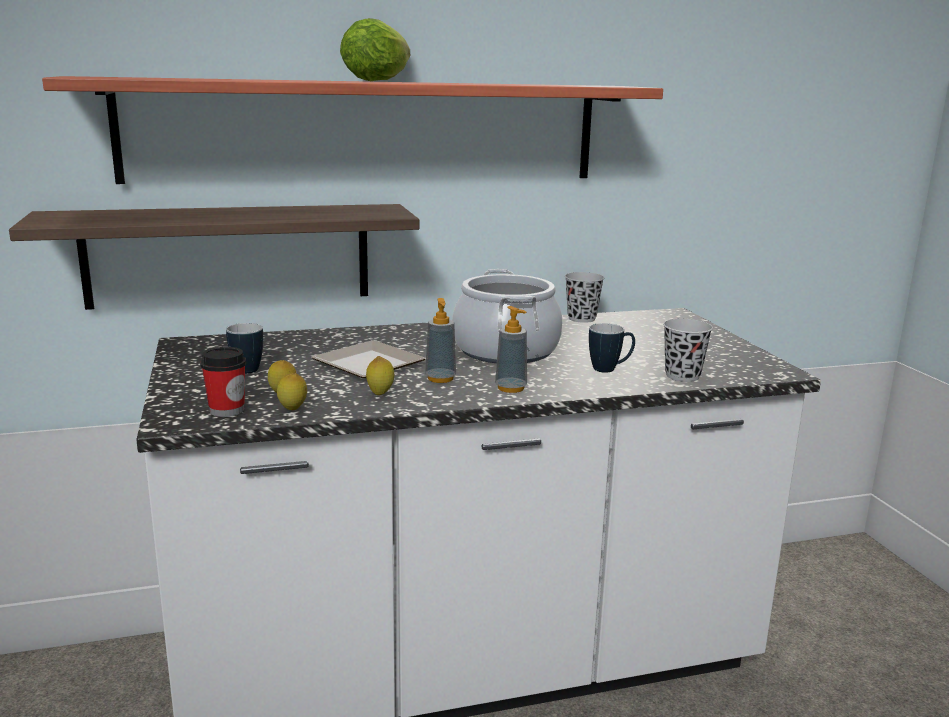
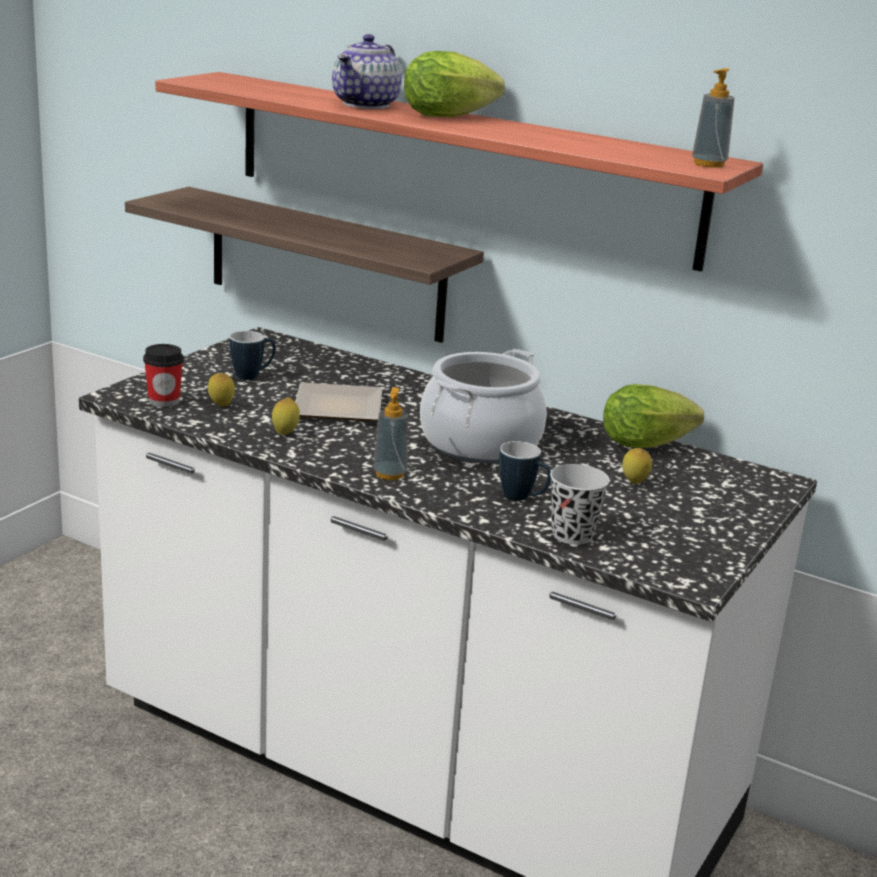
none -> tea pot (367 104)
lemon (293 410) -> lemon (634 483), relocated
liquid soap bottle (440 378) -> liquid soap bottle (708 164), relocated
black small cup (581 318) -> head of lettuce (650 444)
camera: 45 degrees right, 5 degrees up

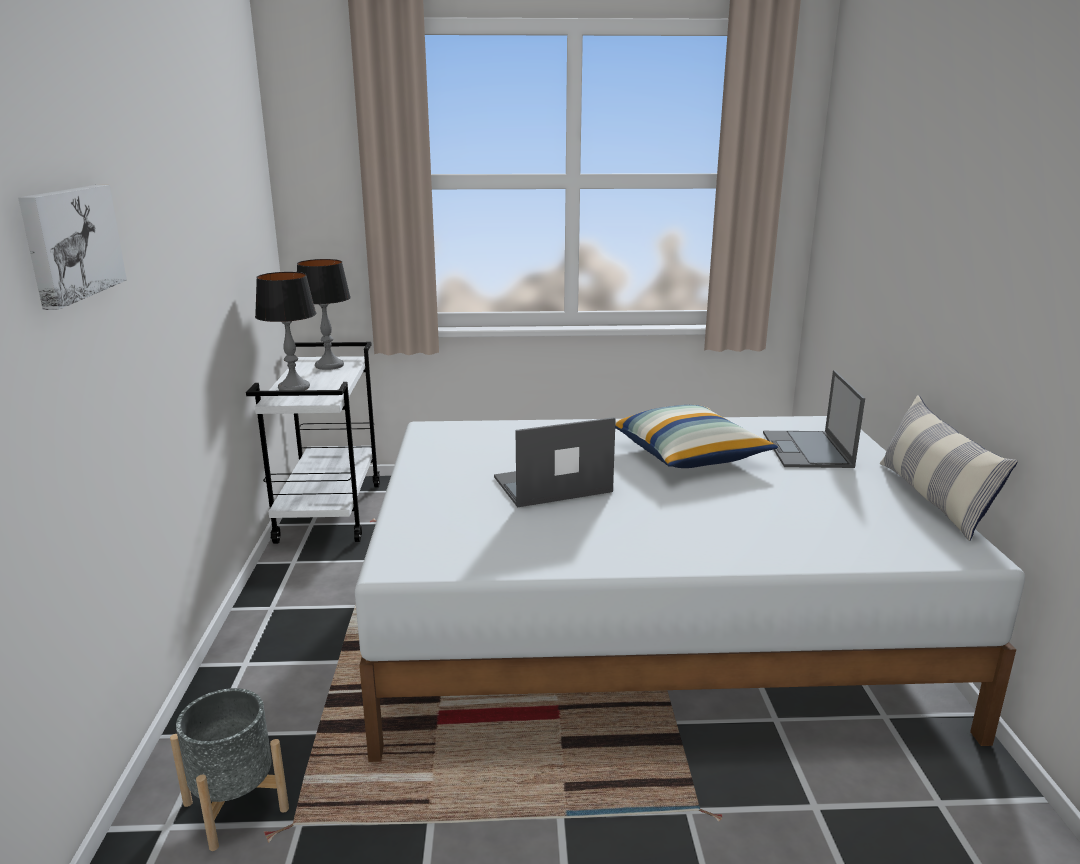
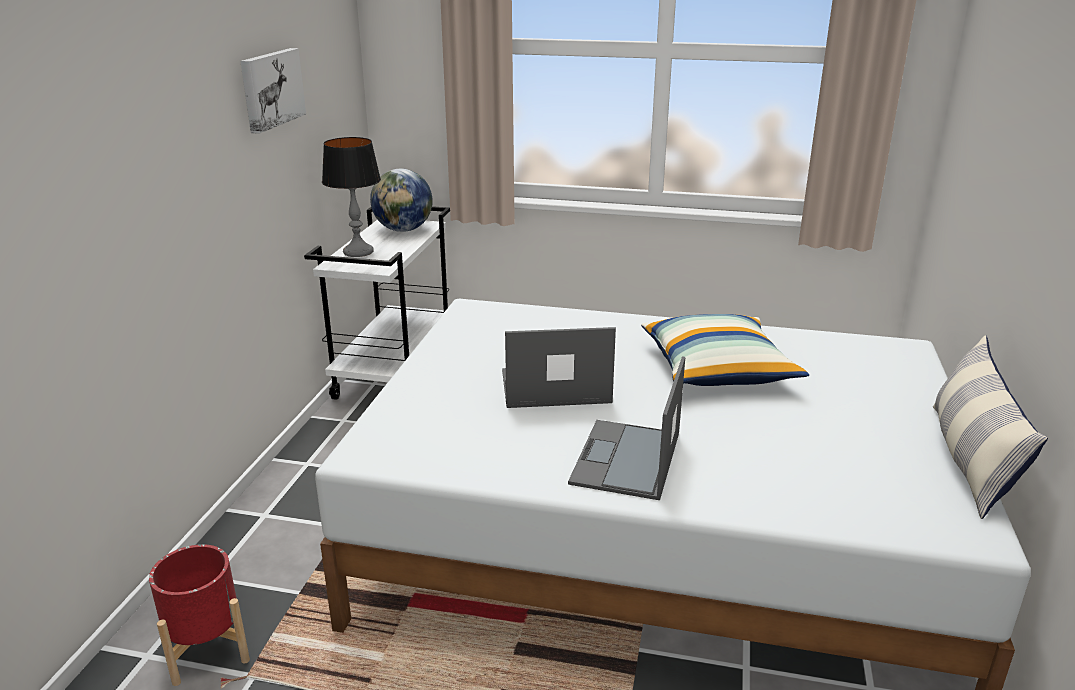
wall picture (70 243) -> wall picture (270 89), relocated
notebook computer (807 450) -> notebook computer (626 460), relocated
table lamp (329 366) -> world globe (403 230)
gray flower pot (236 806) -> red-coloured flower pot (207 649)
camera: 15 degrees right, 5 degrees up

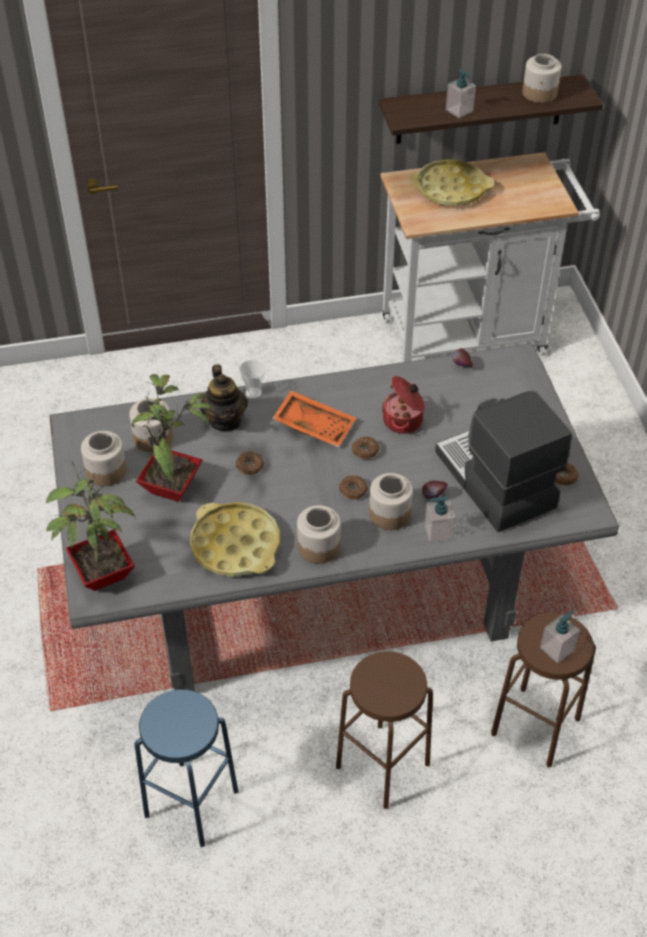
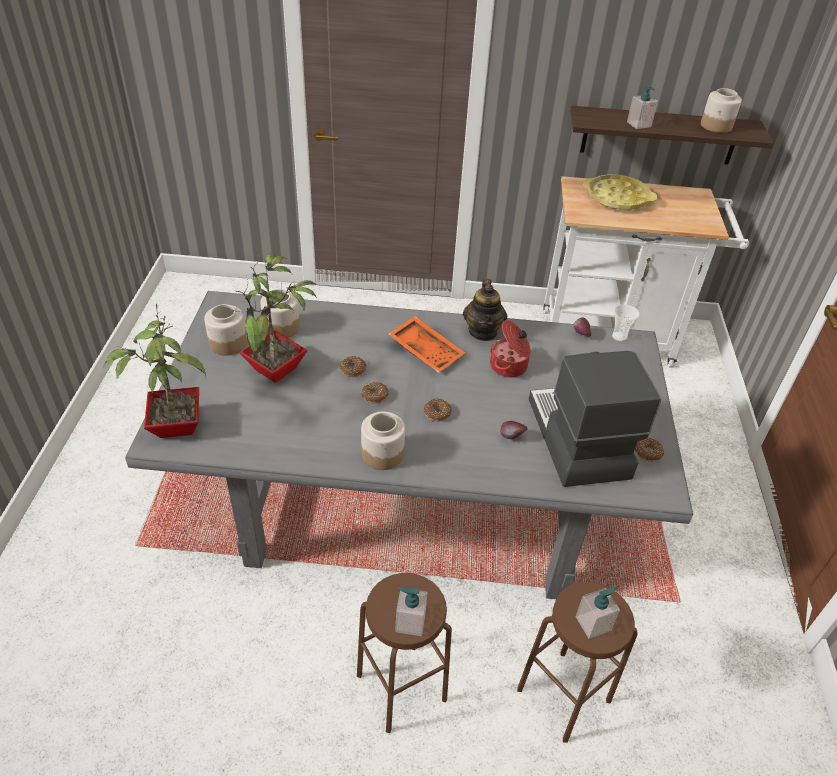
blue-coloured stool seat (191 803) -> none
yellow-coloured serving tray (235 545) -> none
storage jar (389 514) -> none
tea pot (225 420) -> tea pot (483 332), relocated
small cup (253 393) -> small cup (619 336), relocated
donut (365 451) -> donut (375 396), relocated
liquid soap bottle (438 532) -> liquid soap bottle (410 622), relocated
camera: 15 degrees right, 5 degrees down

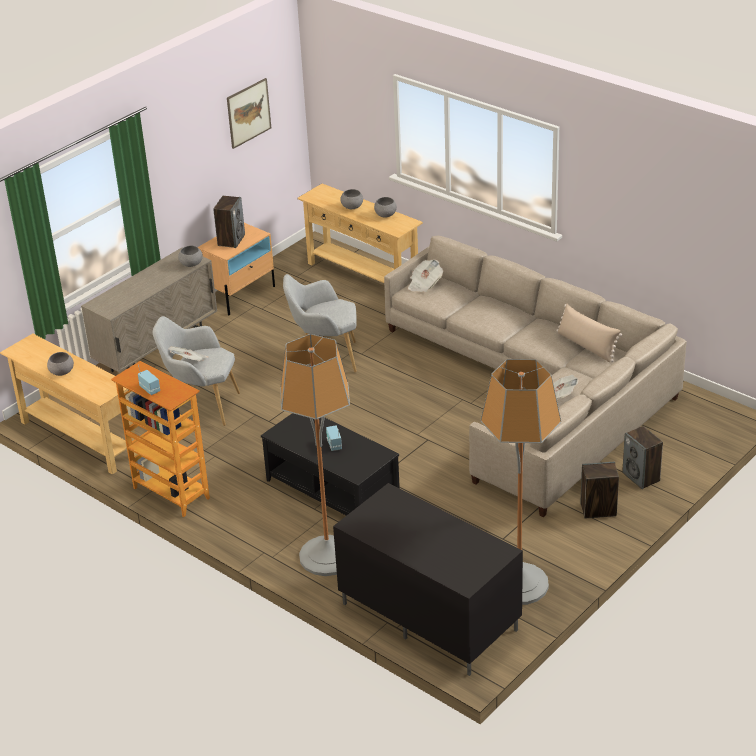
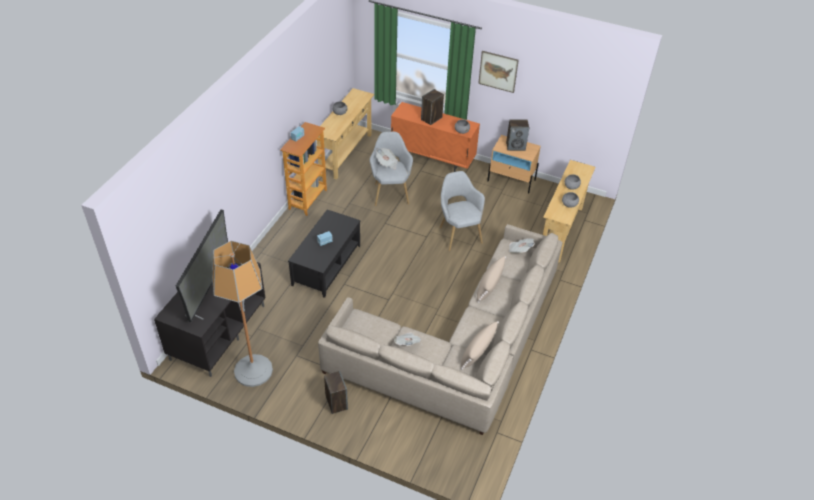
standing lamp (327 556) -> none
none -> TV set (210 287)
none -> beige throw pillow (489 286)
wall picture (248 113) -> wall picture (498 71), relocated
loudspeaker (641 477) -> loudspeaker (431 119), relocated
beige storage cabinet (158 356) -> orangey storage cabinet (432 163)
camera: 70 degrees right, 10 degrees up

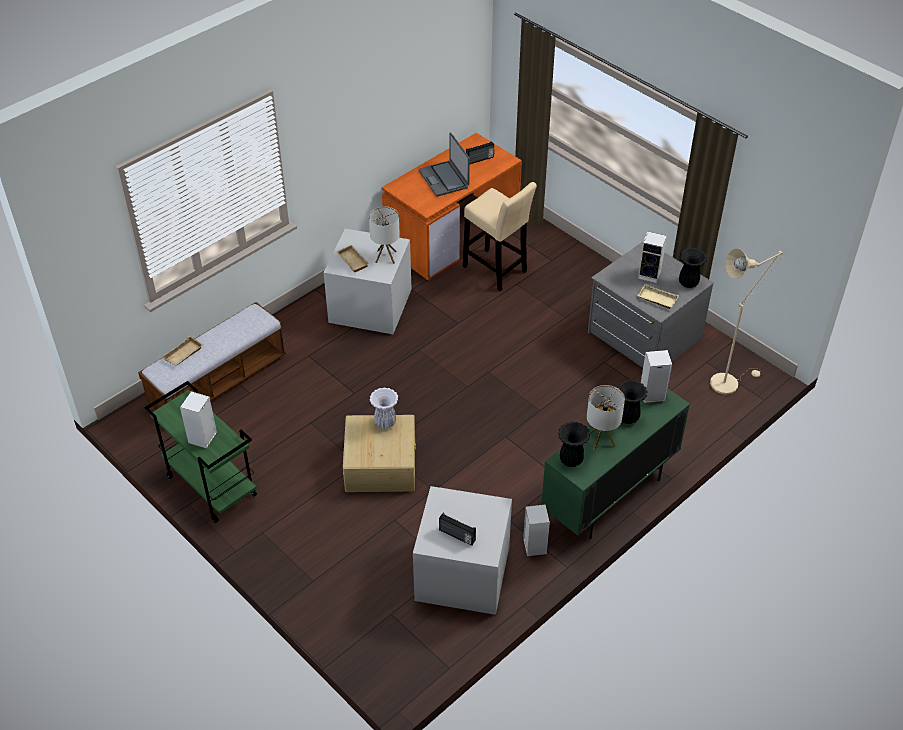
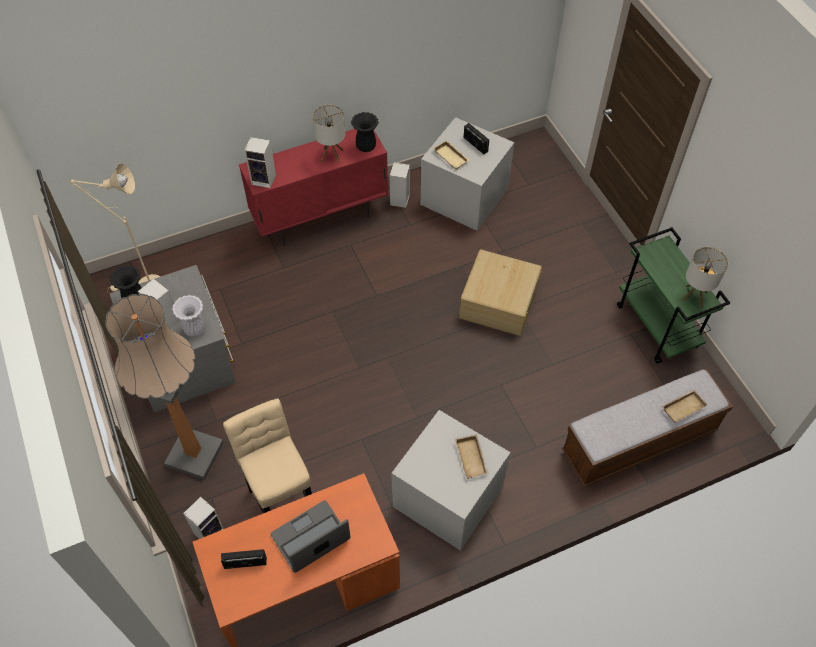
black flower vase (627 417) -> none
none -> standing lamp (195 454)
loudspeaker (202 438) -> loudspeaker (209 531), relocated
table lamp (385 257) -> table lamp (694 296), relocated
white-coloured flower vase (385 422) -> white-coloured flower vase (194 329), relocated
beige serving tray (656 299) -> beige serving tray (452 157), relocated
green-coloured storage cabinet (609 497) -> red-coloured storage cabinet (320 218)
notebook computer (444 179) -> notebook computer (311 538), 120 degrees counterclockwise
camera: 160 degrees left, 10 degrees up

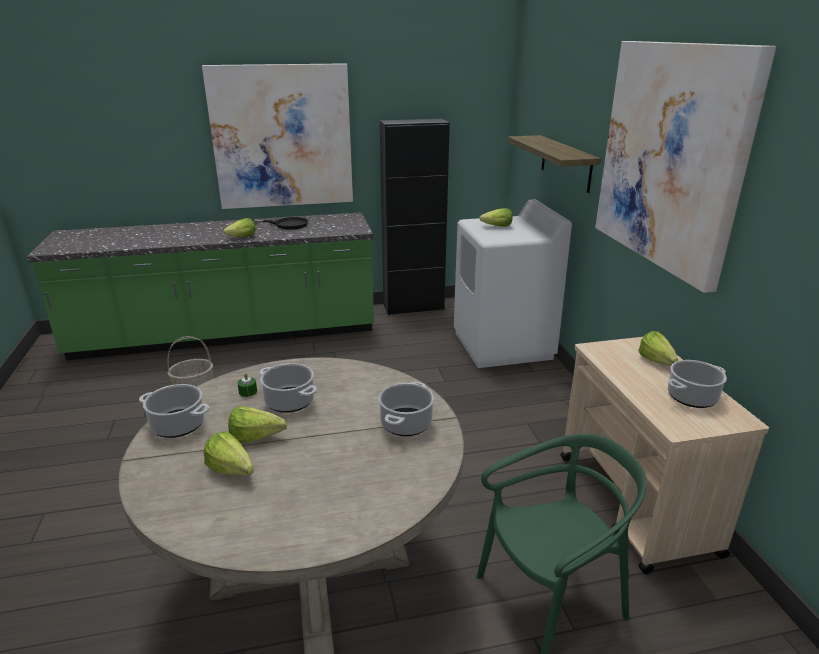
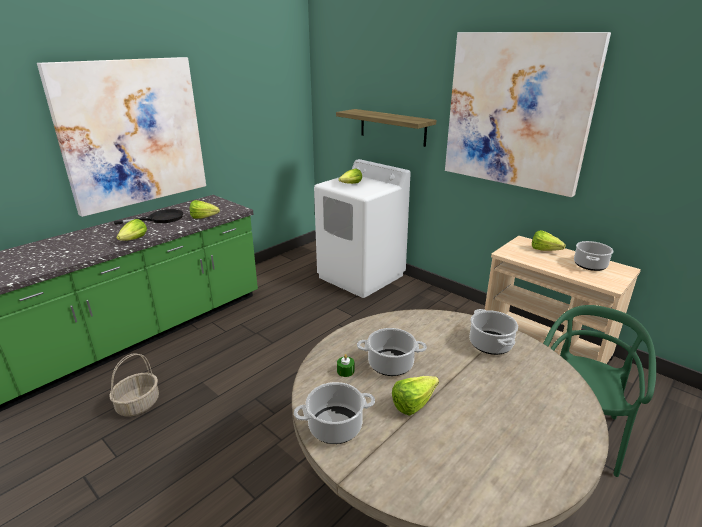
black storage cabinet (413 307) -> none
head of lettuce (233 473) -> head of lettuce (206 218), relocated
camera: 35 degrees left, 0 degrees up

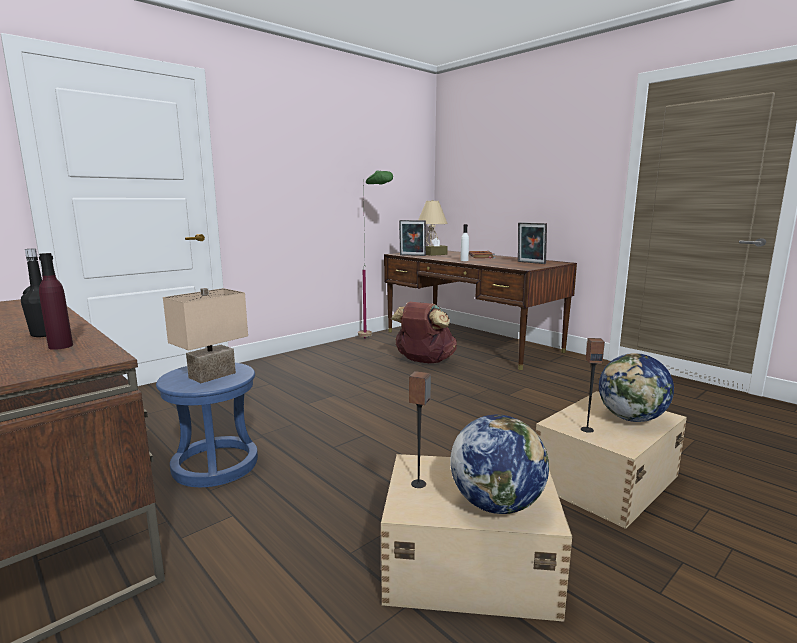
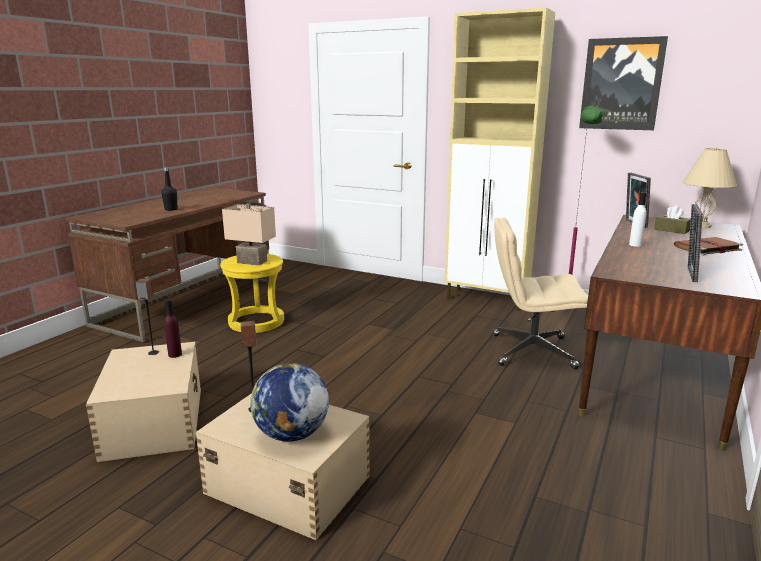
world globe (496 504) -> none
none -> beige storage cabinet (487 300)
none -> wall picture (621 84)
purple-coloured bottle (60 346) -> purple-coloured bottle (175 354), relocated
brown-coloured backpack (424 361) -> beige office chair (531 351)
blue-coloured stool seat (216 464) -> yellow-coloured stool seat (256 322)
camera: 70 degrees right, 5 degrees up

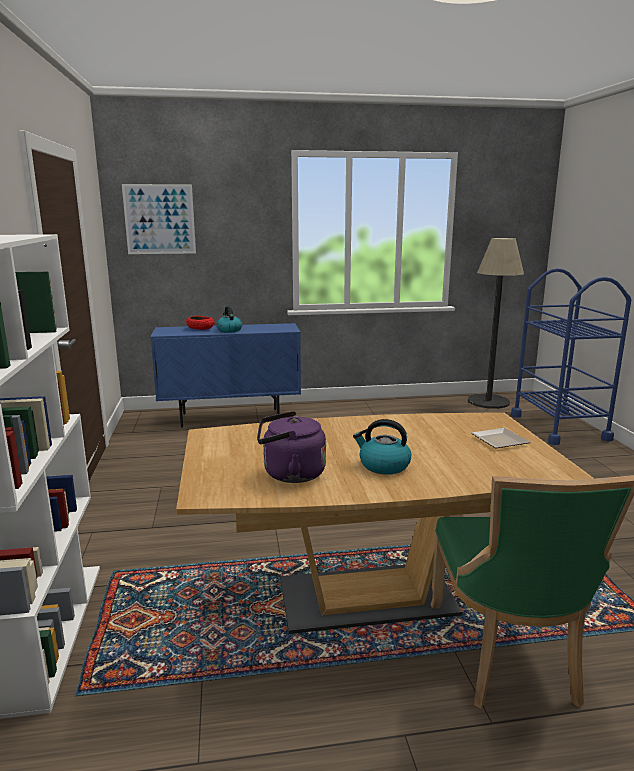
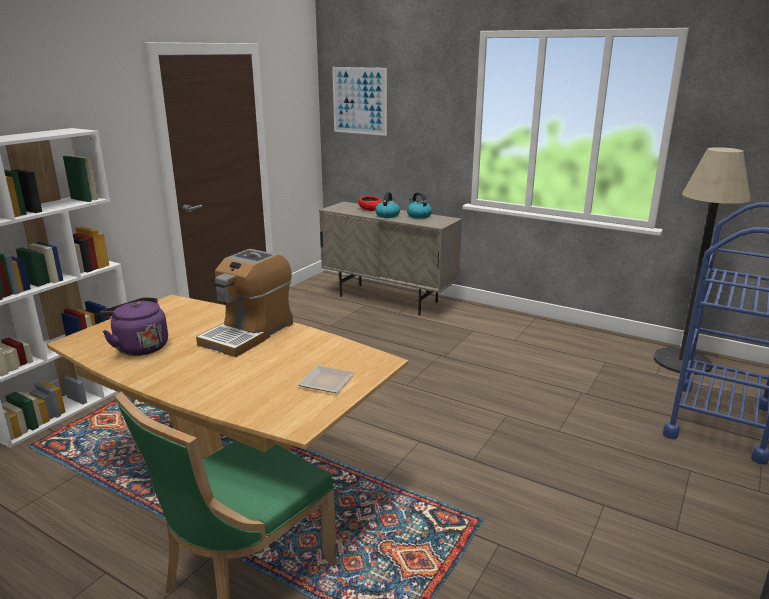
none -> coffee maker (248 333)
tea kettle (383 465) -> tea kettle (418 216), relocated
blue-coloured storage cabinet (231 418) -> beige storage cabinet (388 299)
camera: 40 degrees right, 5 degrees up

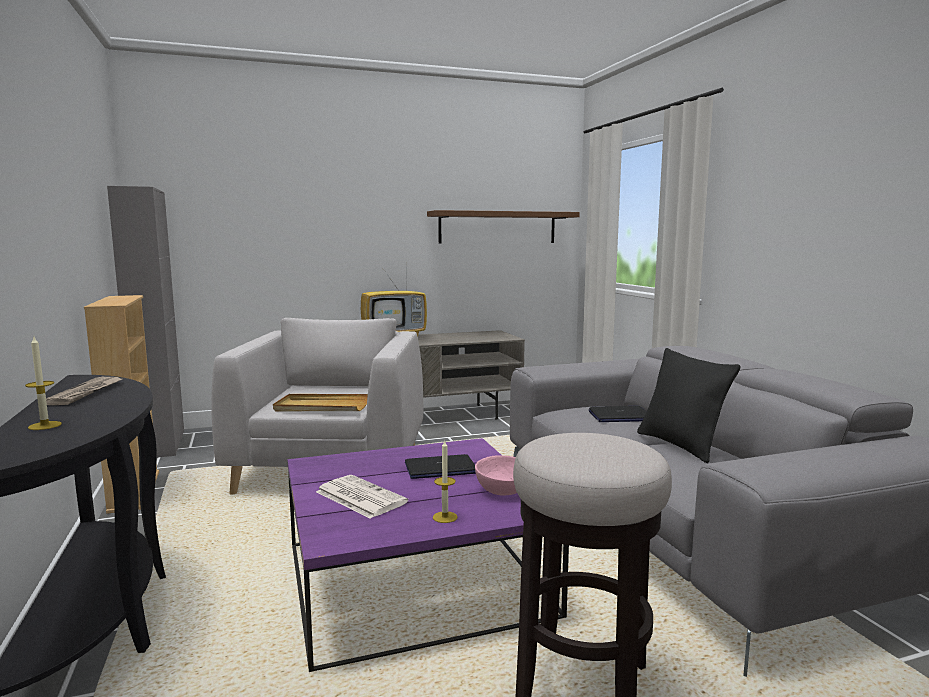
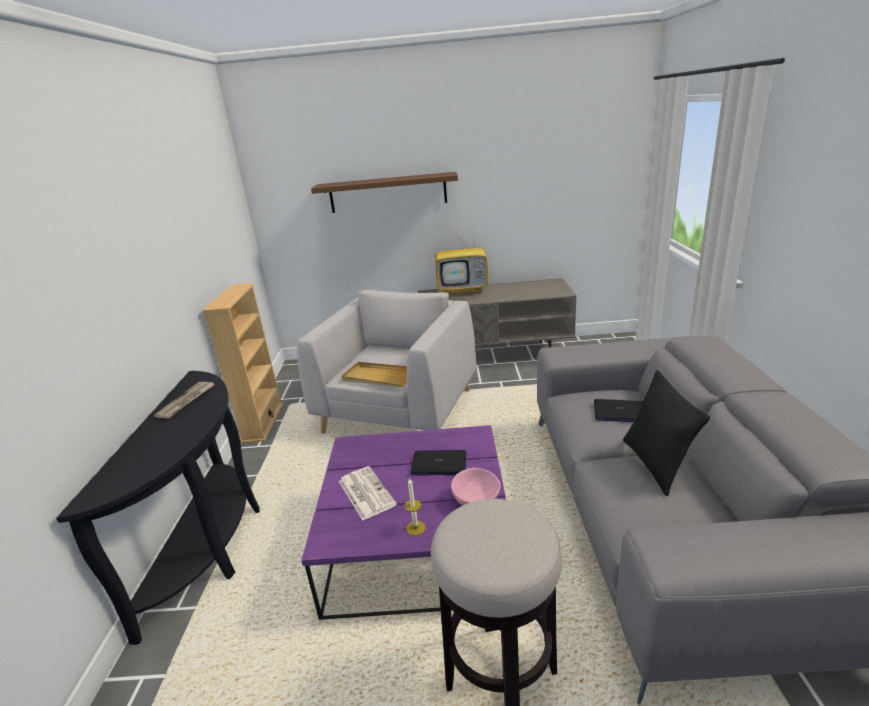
wax light (45 425) -> none
gray storage cabinet (160 444) -> none
brown-coloured wall shelf (497 227) -> brown-coloured wall shelf (388 192), relocated
camera: 20 degrees right, 15 degrees up

